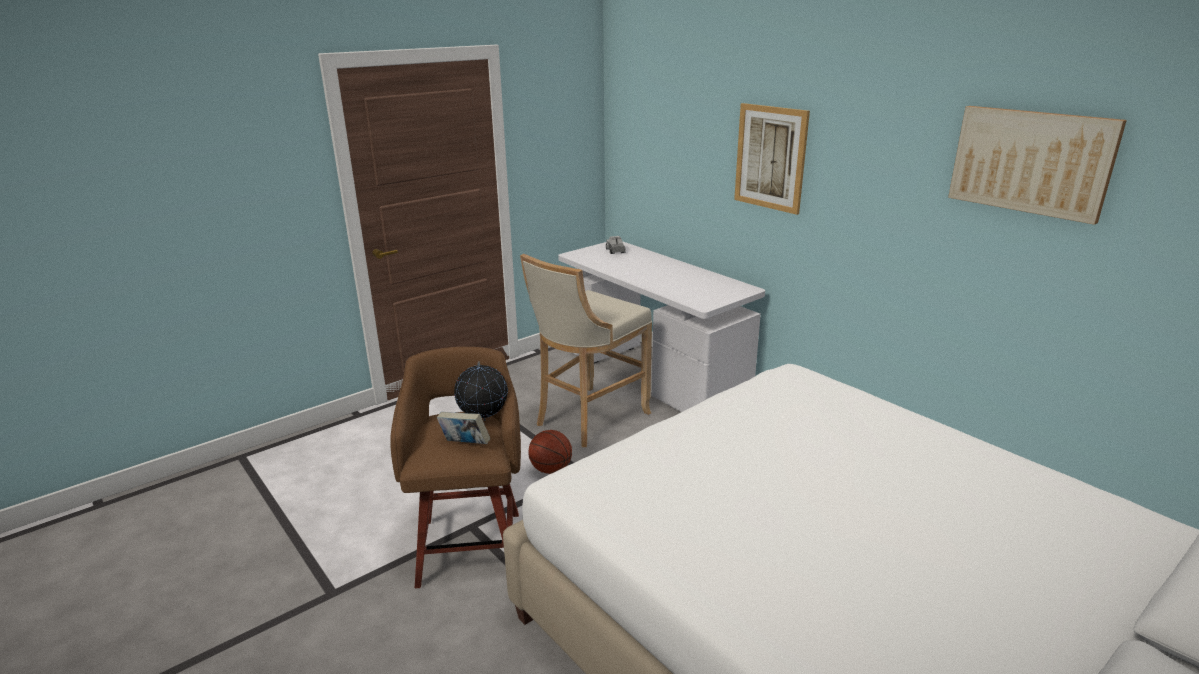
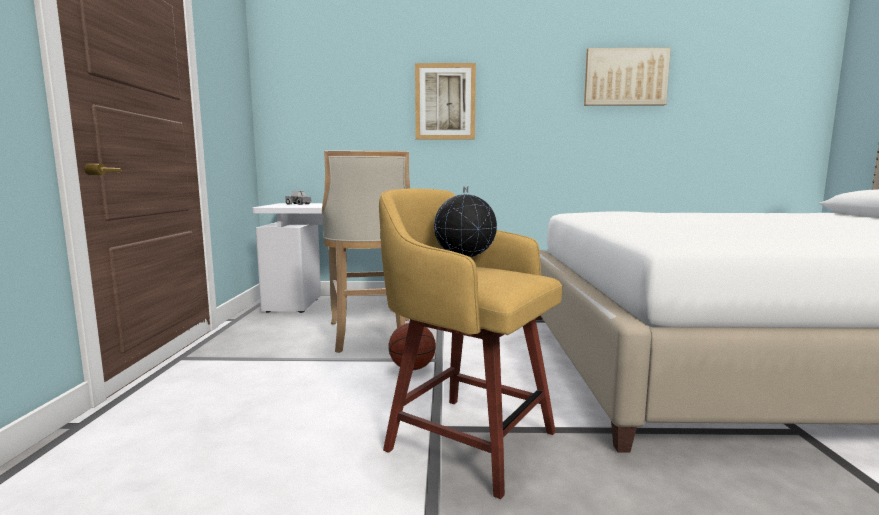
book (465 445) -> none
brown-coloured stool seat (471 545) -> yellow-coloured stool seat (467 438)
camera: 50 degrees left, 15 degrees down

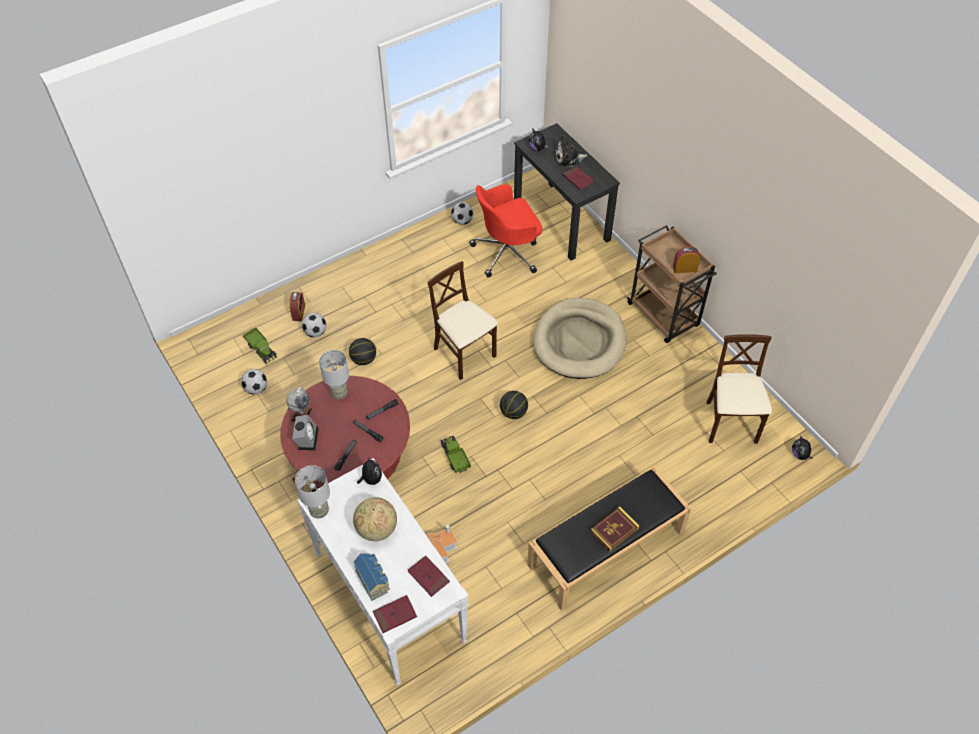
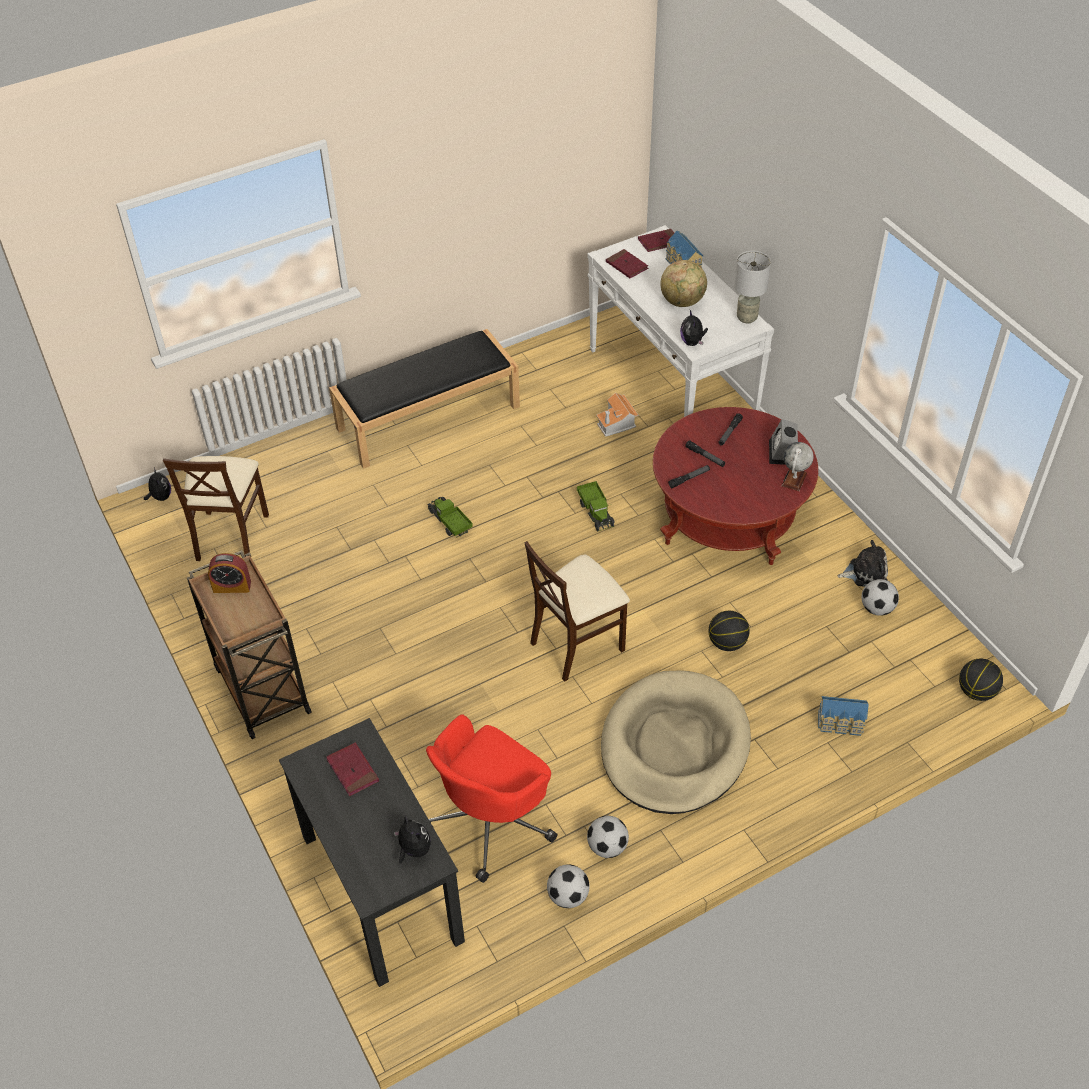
gray table lamp (339 393) -> none
book (614 530) -> none
model truck (261 349) -> model truck (449 522), relocated
football ball (315 332) -> football ball (607 847), relocated
ball for basketball (513 412) -> ball for basketball (976 691), relocated
beige dog bed (579 341) -> beige dog bed (674 746), relocated
soft toy (569 158) -> soft toy (865 572), relocated
alarm clock (299 312) -> toy house (841 723)
beige plain chair (464 354) -> beige plain chair (577 644), 90 degrees clockwise
red-coloured office chair (507 252) -> red-coloured office chair (491 820), 150 degrees clockwise
camera: 175 degrees left, 5 degrees down

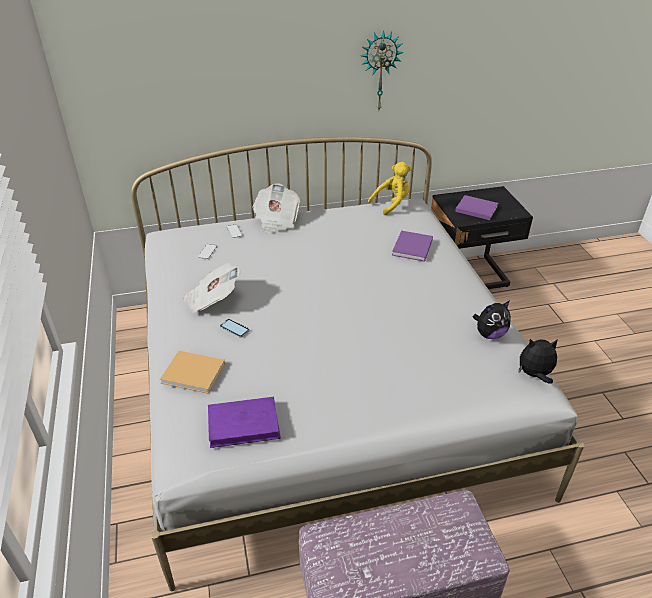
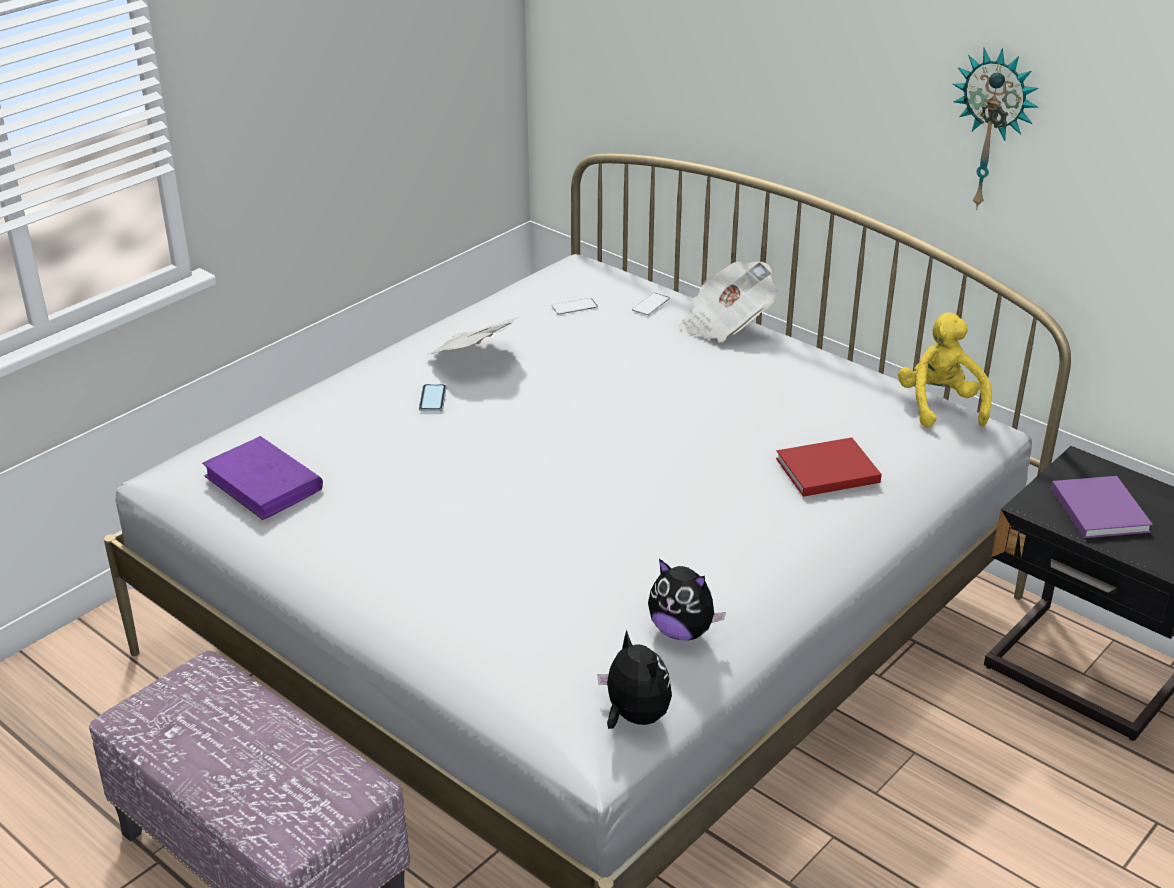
beige book (195 374) -> none
purple-coloured book (412 248) -> red-coloured book (824 471)
yellow-coloured soft toy (392 204) -> yellow-coloured soft toy (940 405), 120 degrees counterclockwise
camera: 55 degrees right, 5 degrees down

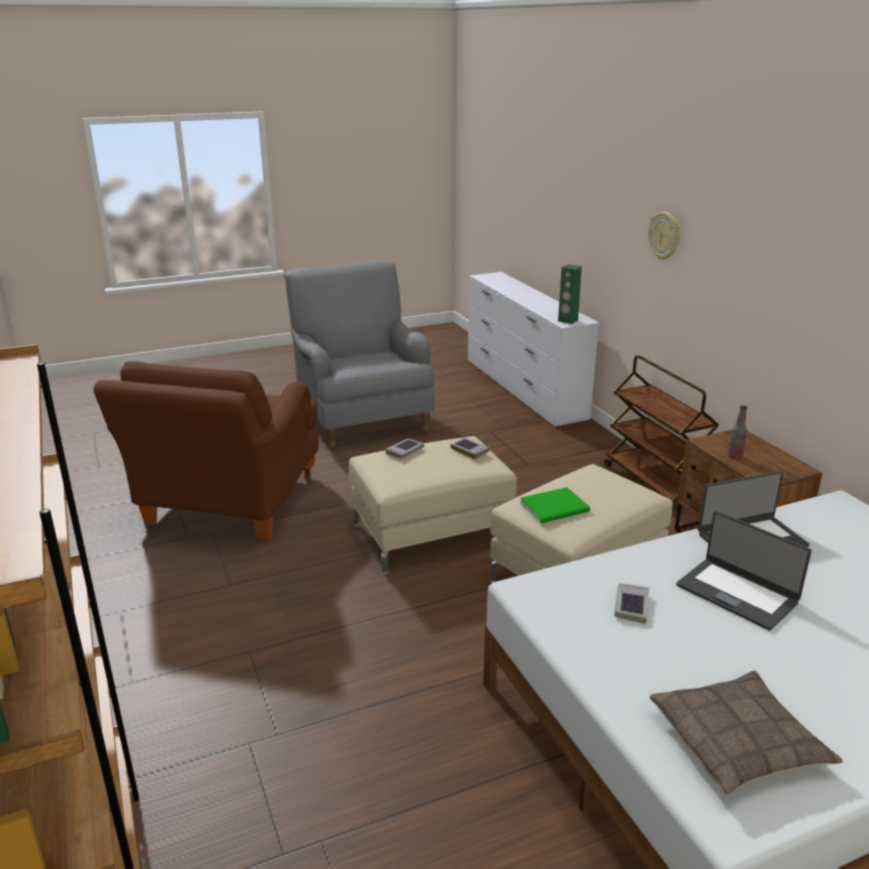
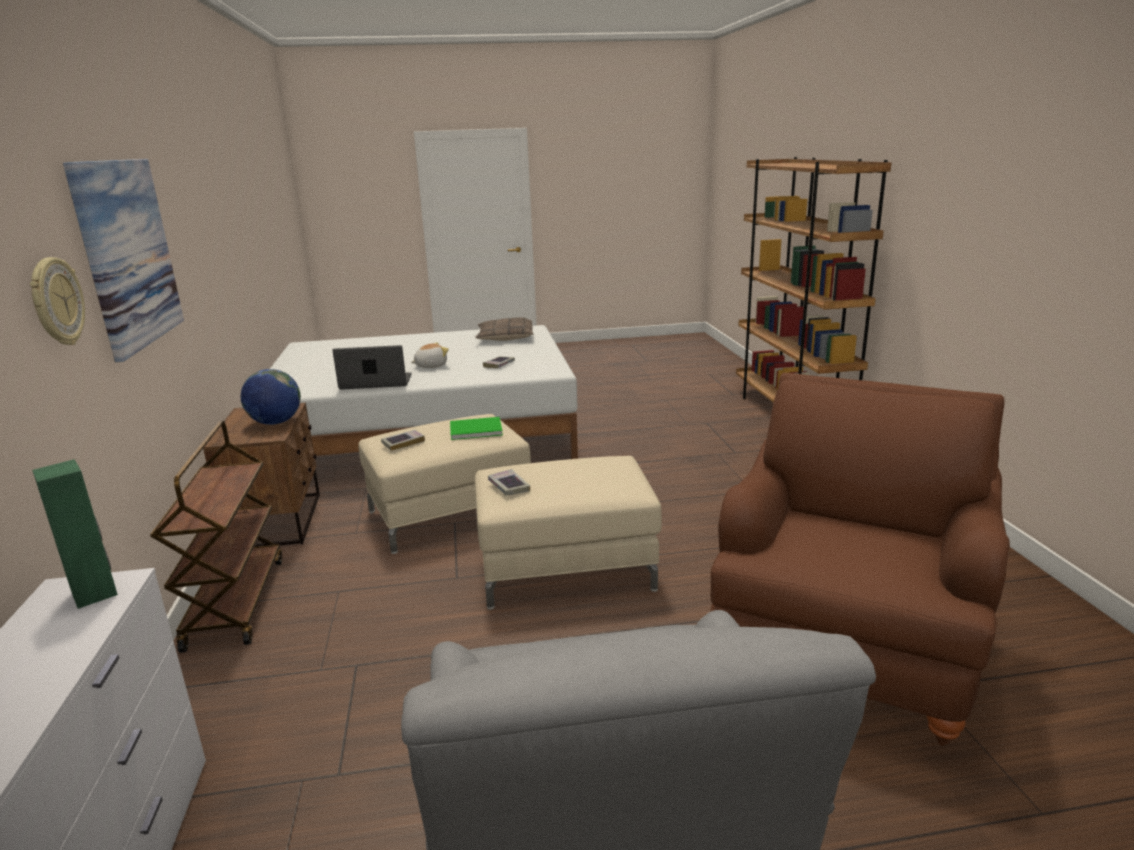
none -> wall picture (128 254)
book (405 451) -> book (403 443), relocated
notebook computer (737 593) -> soft toy (430 365)
bottle (734 456) -> world globe (275 422)
camera: 165 degrees left, 5 degrees down

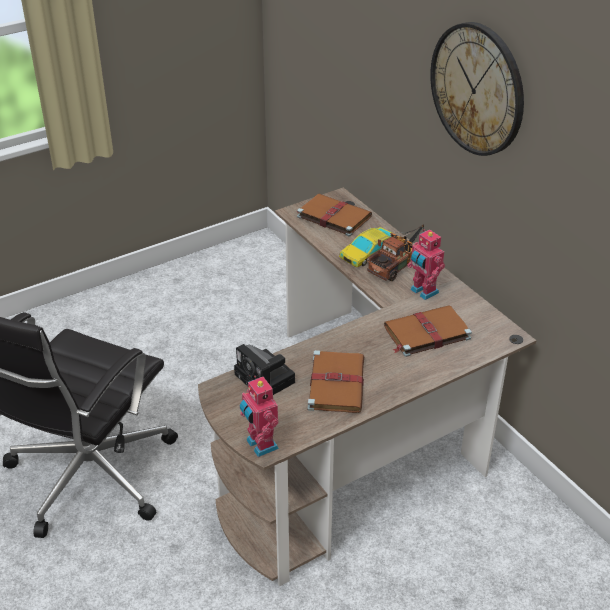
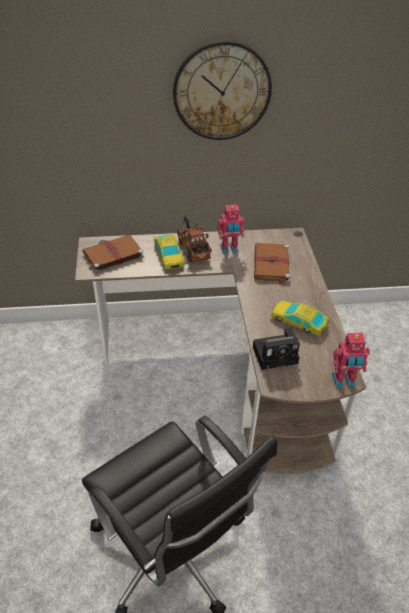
brown-coloured book (336 383) -> toy car (298 321)
camera: 65 degrees left, 5 degrees up

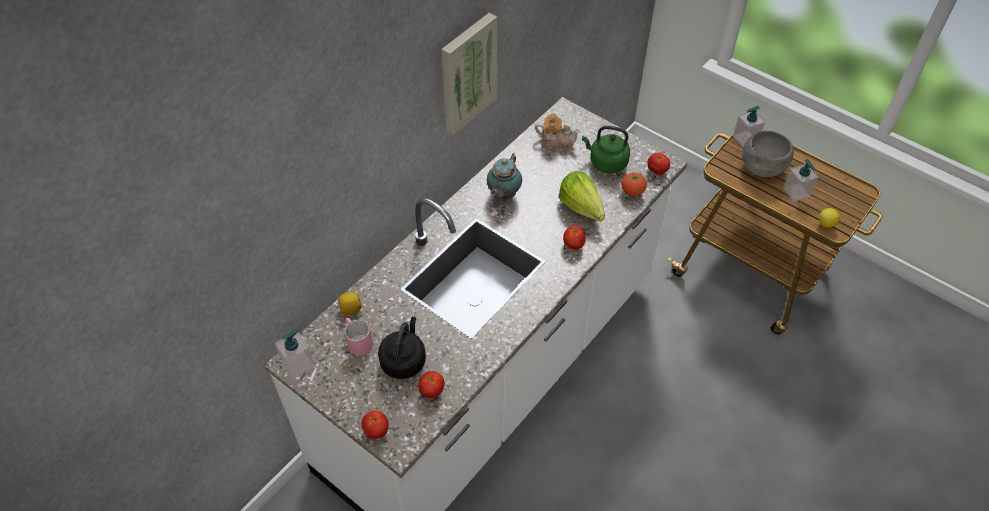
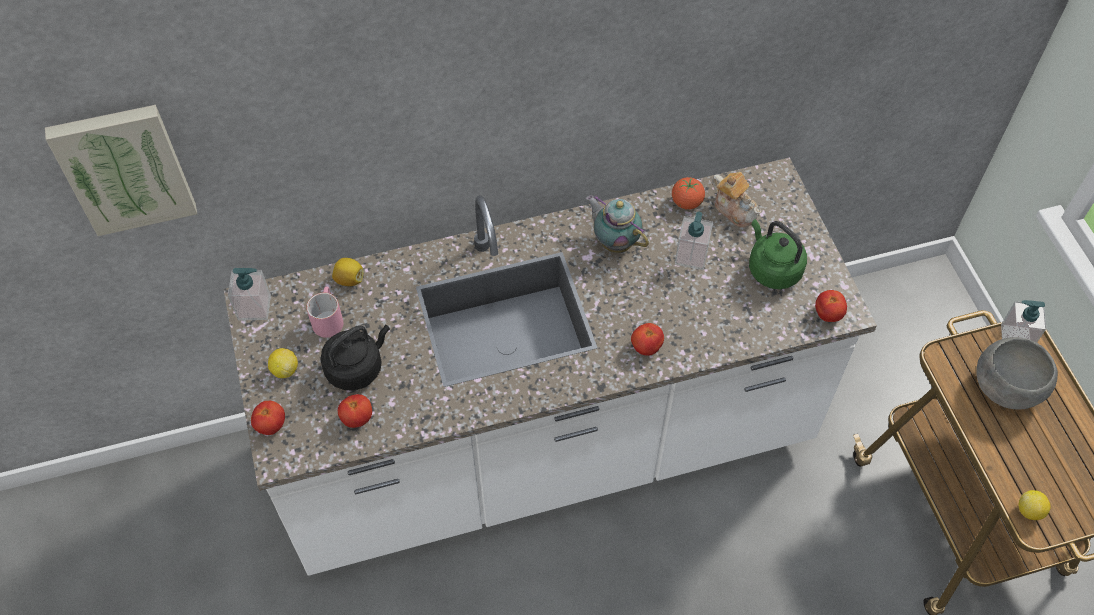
head of lettuce (583 211) -> none
none -> lemon (285 370)
wall picture (467 73) -> wall picture (124 167), relocated
whole tomato (632 192) -> whole tomato (686 202), relocated
liquid soap bottle (796 192) -> liquid soap bottle (691 256), relocated
tea pot (503 195) -> tea pot (615 242), 75 degrees clockwise
camera: 35 degrees right, 5 degrees up

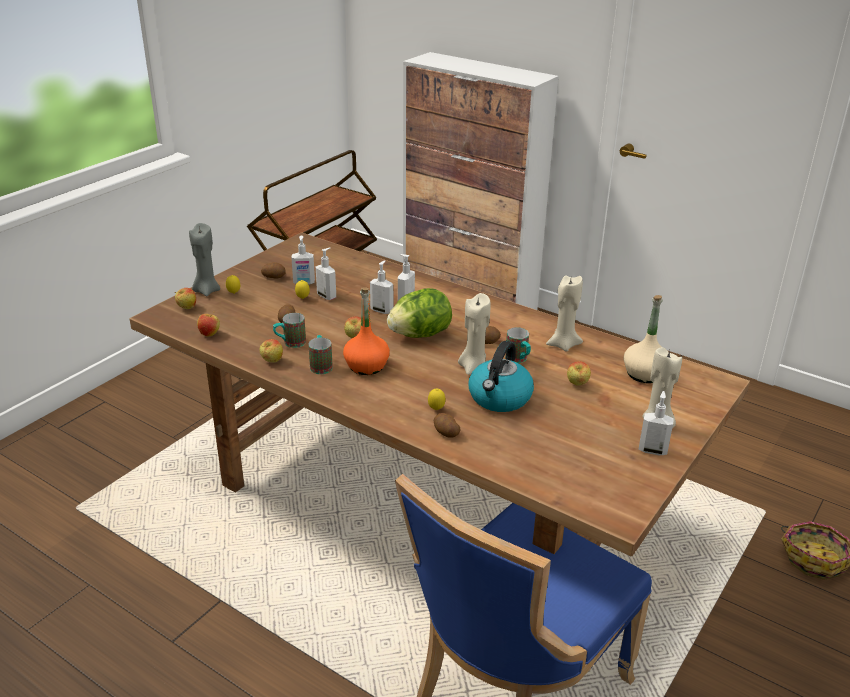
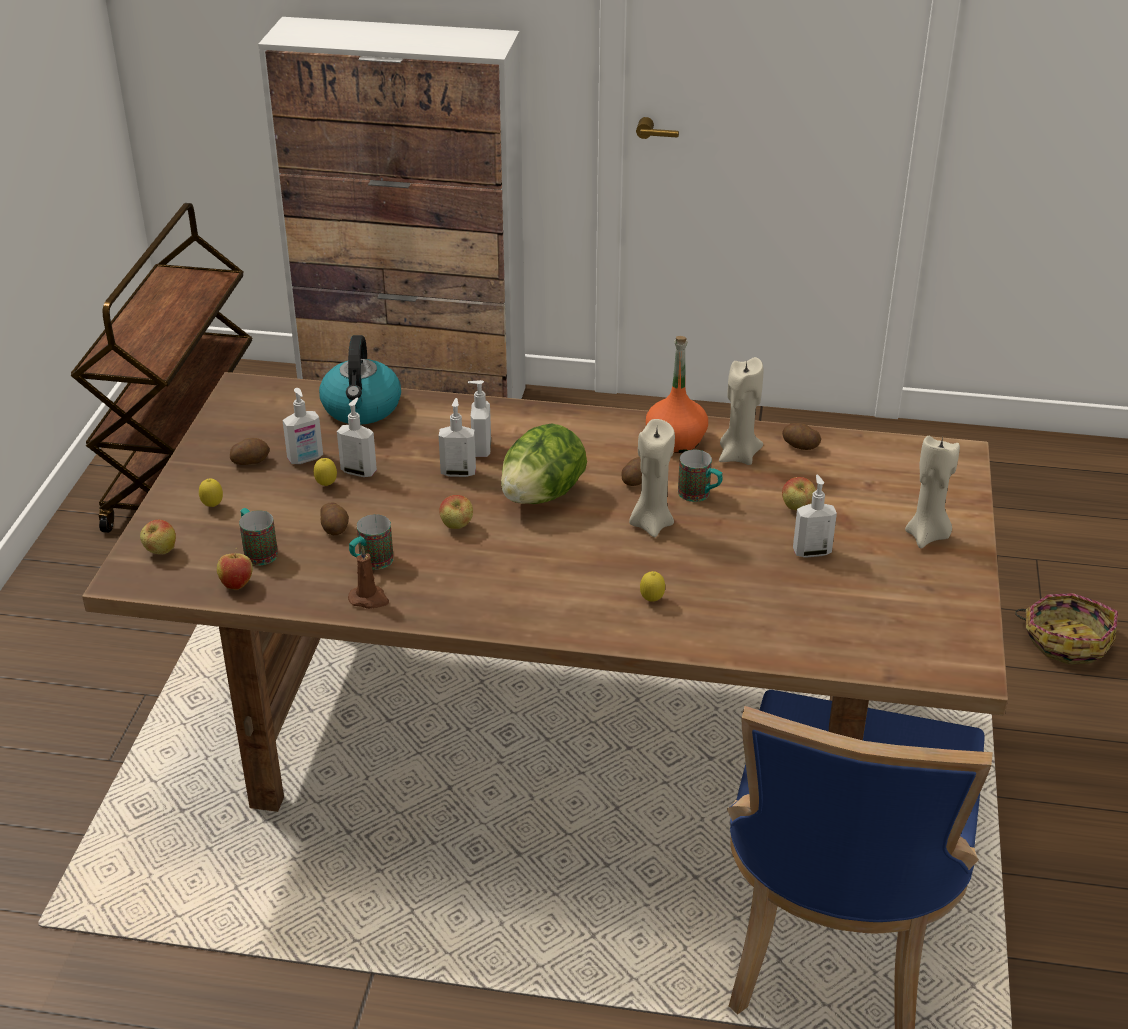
gray wax light (206 290) -> none
beige bottle (644 374) -> none
mug (321 365) -> mug (257 551), relocated
orangey bottle (366 366) -> orangey bottle (675 440), relocated
whole potato (445 433) -> whole potato (799 446), relocated
tea kettle (499 398) -> tea kettle (362 408), relocated
liquid soap bottle (652 450) -> liquid soap bottle (811 551), relocated
apple fruit (272 361) -> brown-coloured wax light (369 599)
camera: 25 degrees left, 5 degrees up

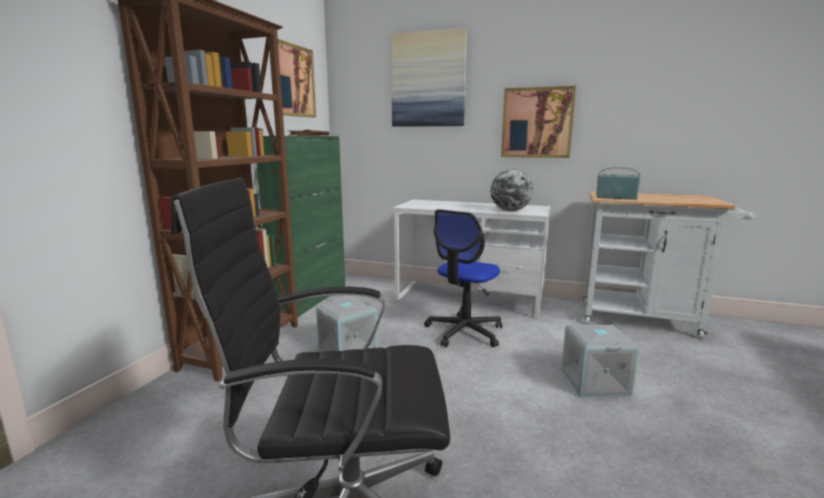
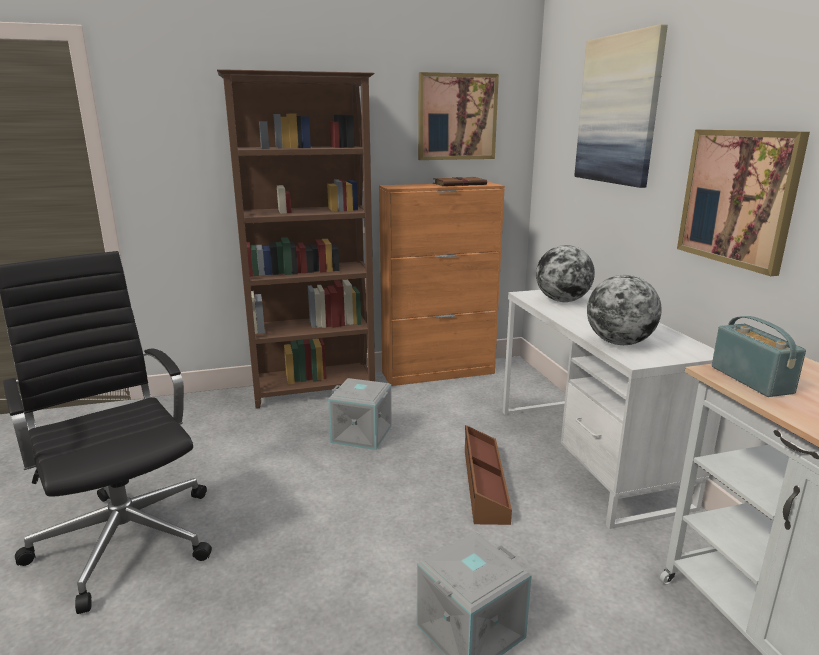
none -> world globe (562 301)
office chair (464 332) -> brown-coloured storage box (483 484)
green-coloured storage cabinet (311 298) -> orangey storage cabinet (439 373)
camera: 55 degrees right, 5 degrees up

